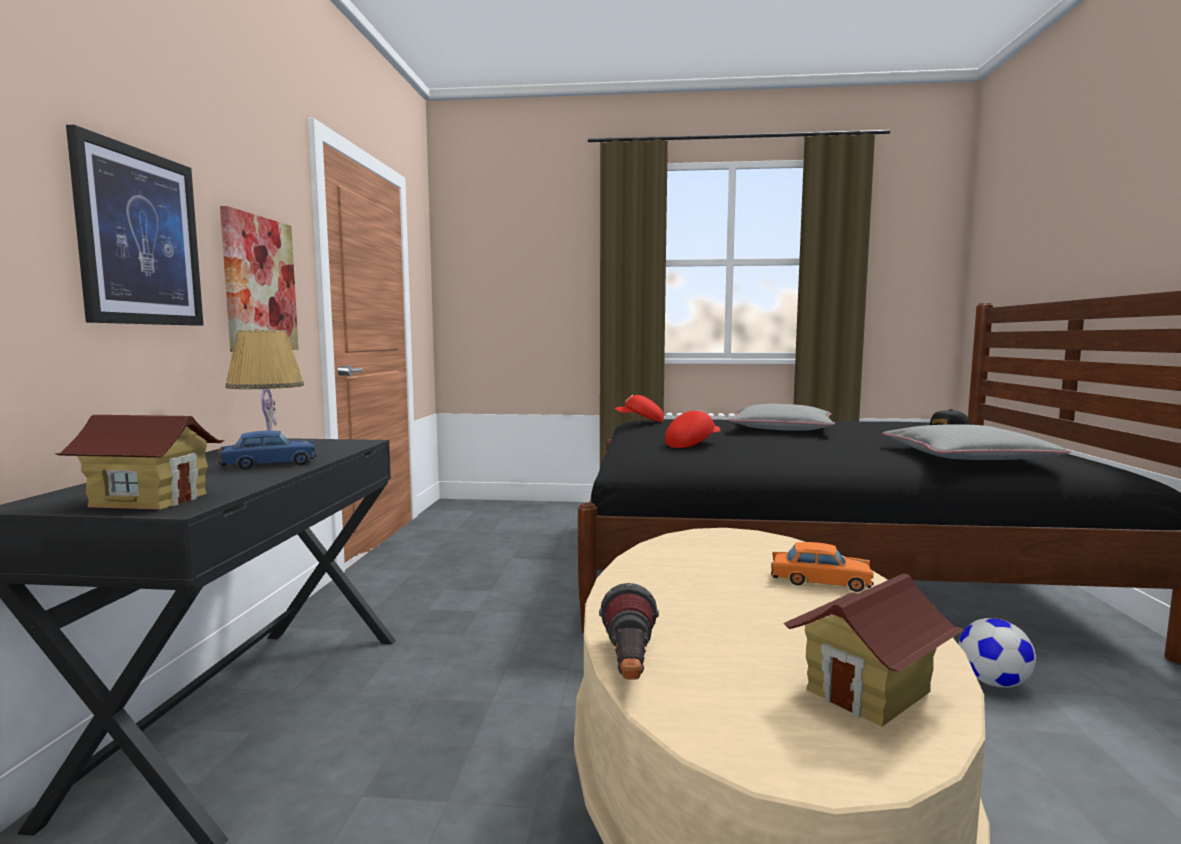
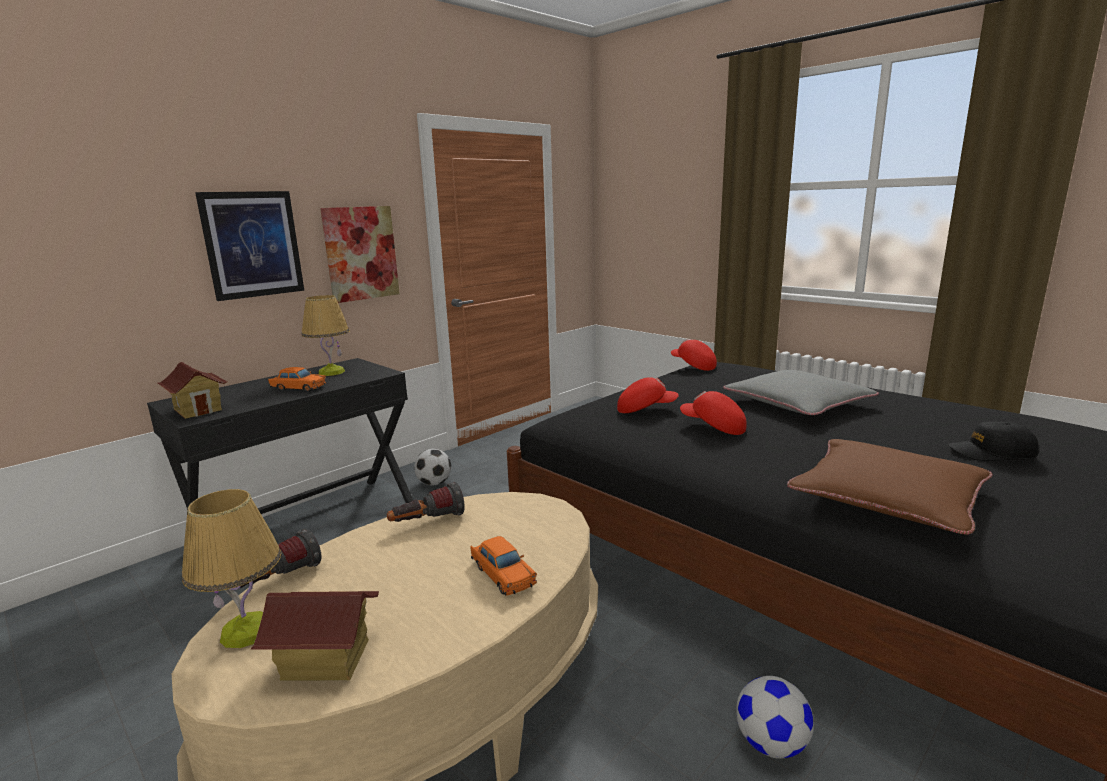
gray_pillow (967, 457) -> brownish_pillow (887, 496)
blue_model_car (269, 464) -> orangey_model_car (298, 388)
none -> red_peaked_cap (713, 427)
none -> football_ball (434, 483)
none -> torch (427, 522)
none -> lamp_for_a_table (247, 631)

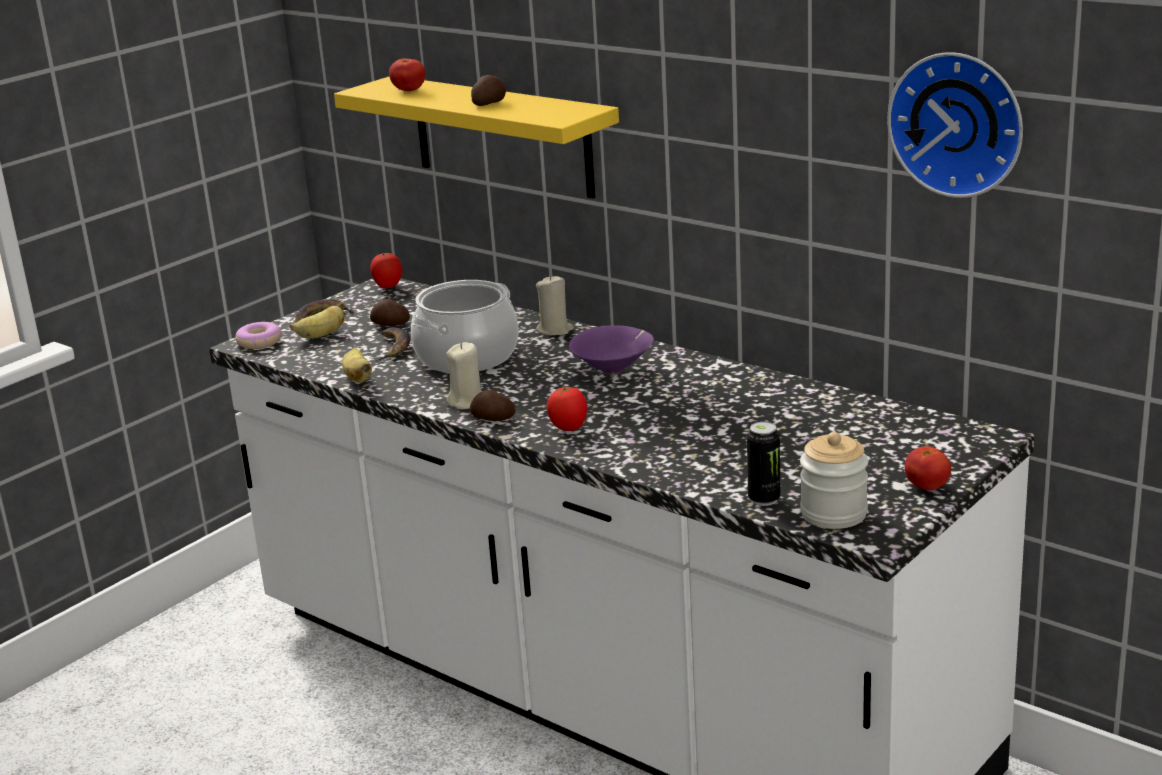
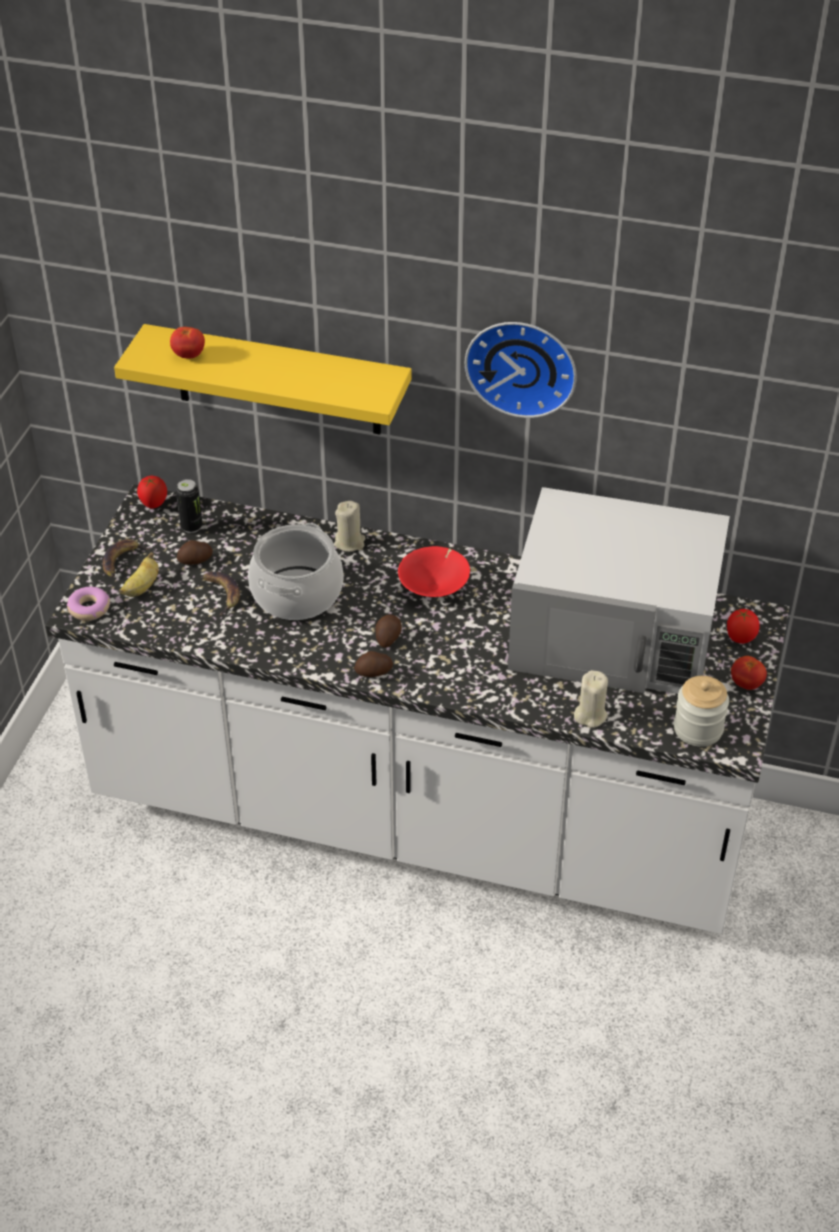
hanging_clock (959, 123) -> hanging_clock (522, 365), moved
whole_potato (488, 103) -> whole_potato (387, 637), moved
purplish_bowl (614, 370) -> red_bowl (435, 589)
sand-coloured_wax_candle (467, 402) -> sand-coloured_wax_candle (590, 715), moved
banana_fruit (358, 378) -> none
whole_tomato (569, 429) -> whole_tomato (740, 639), moved
sealed_can (764, 499) -> sealed_can (191, 527), moved
none -> whitish_kitchen_microwave (615, 632)

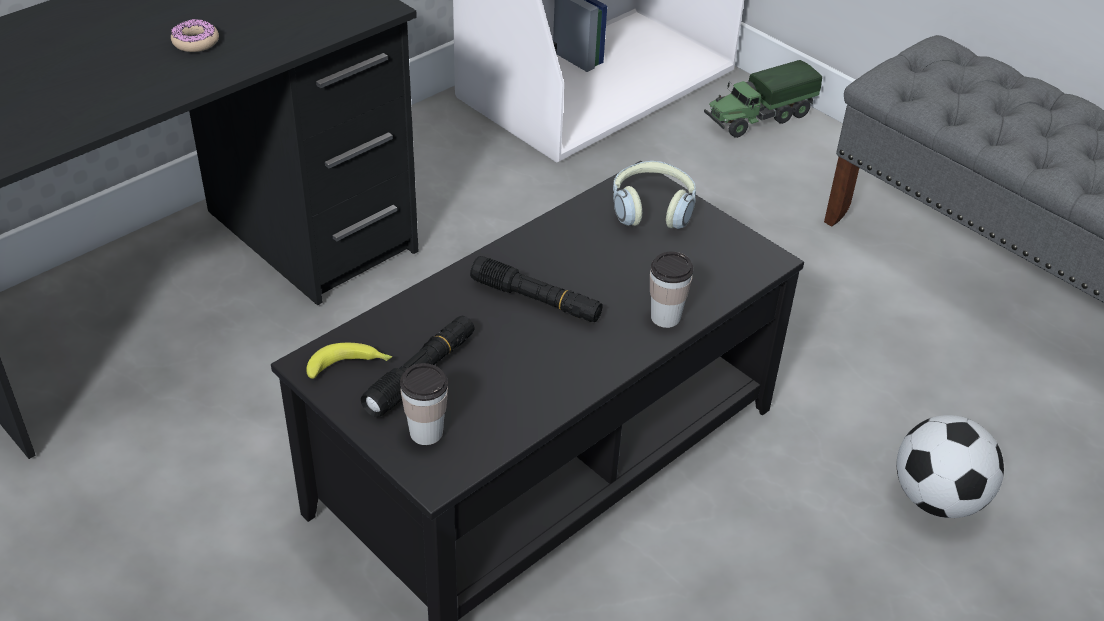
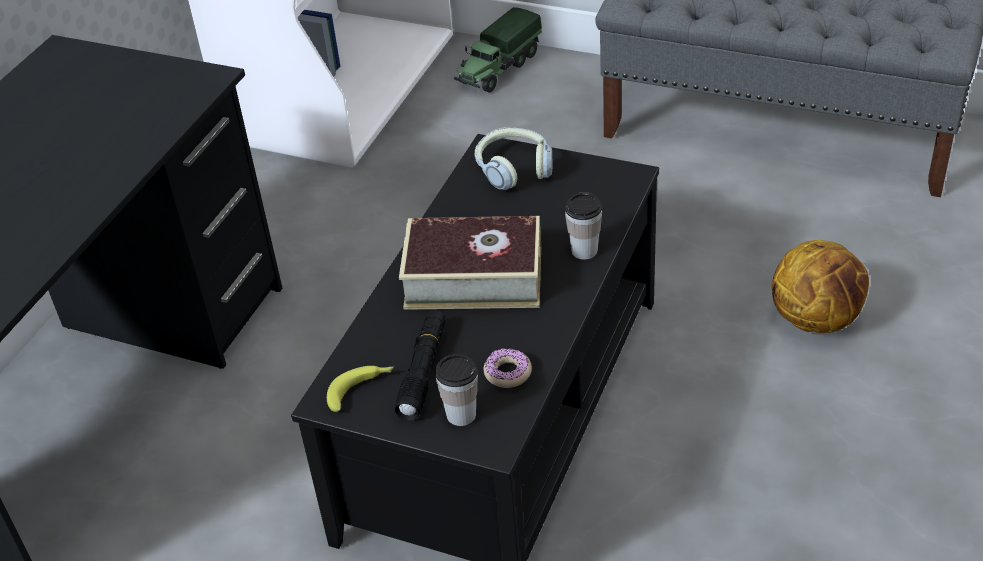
ring_doughnut (195, 42) -> ring_doughnut (508, 373), moved
black-coloured_torch (536, 300) -> volume (473, 277)
football_ball (937, 499) -> basketball (817, 319)

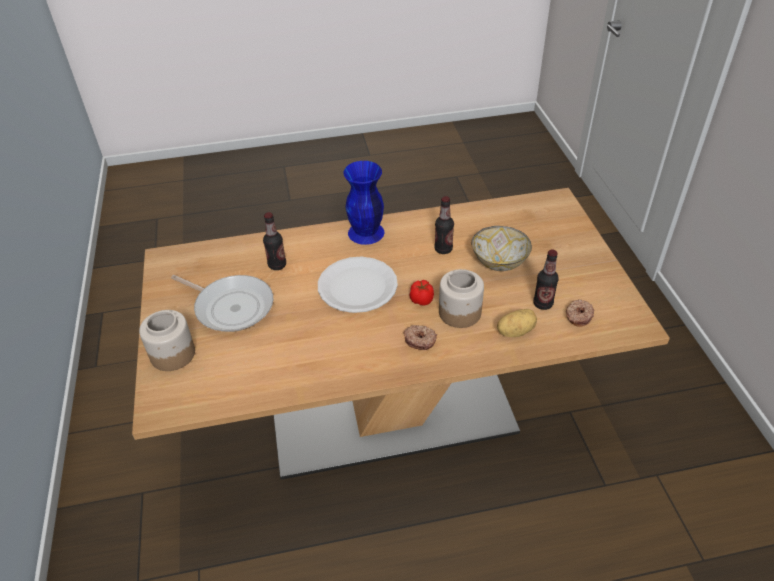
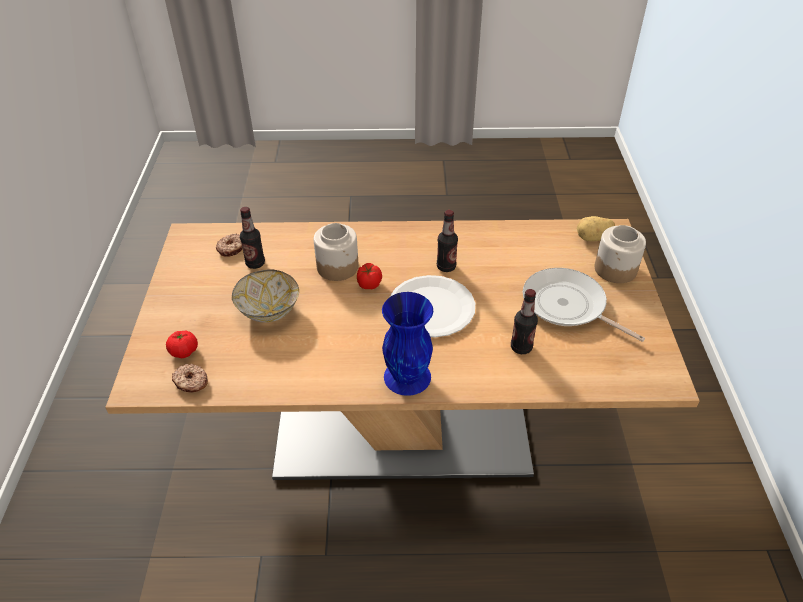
beverage_bottle (443, 249) -> beverage_bottle (446, 267), moved
whole_potato (515, 331) -> whole_potato (593, 238), moved
ring_doughnut (420, 340) -> ring_doughnut (191, 382), moved
none -> whole_tomato (184, 351)

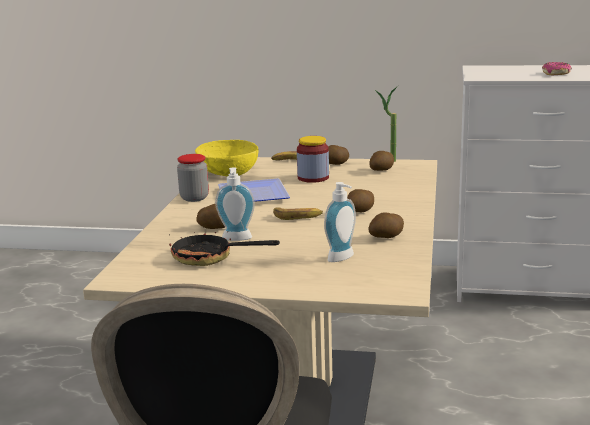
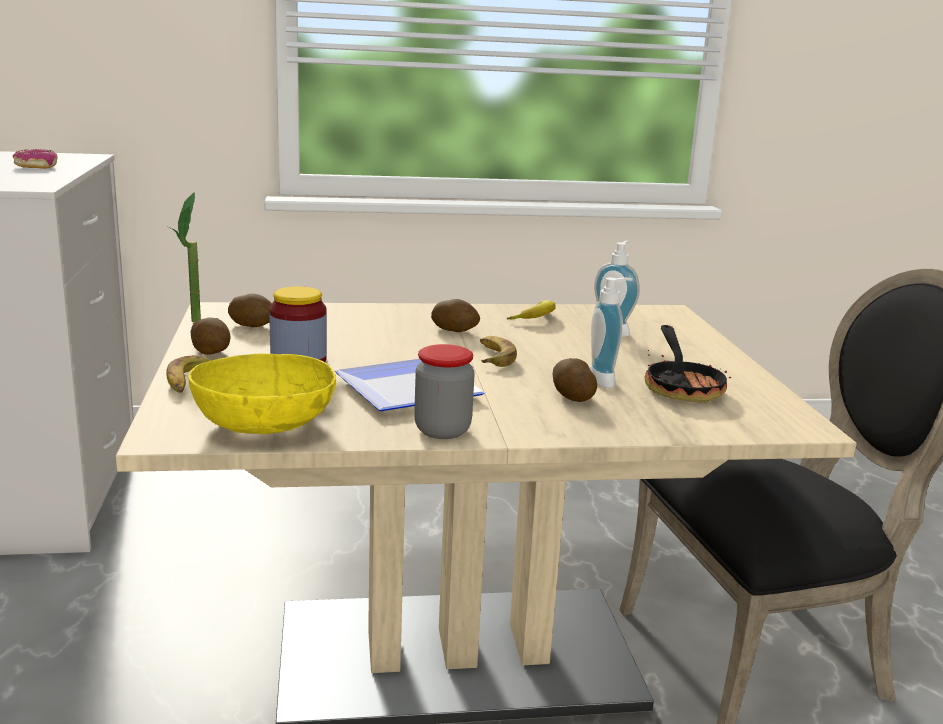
whole_potato (386, 237) -> banana_fruit (535, 318)

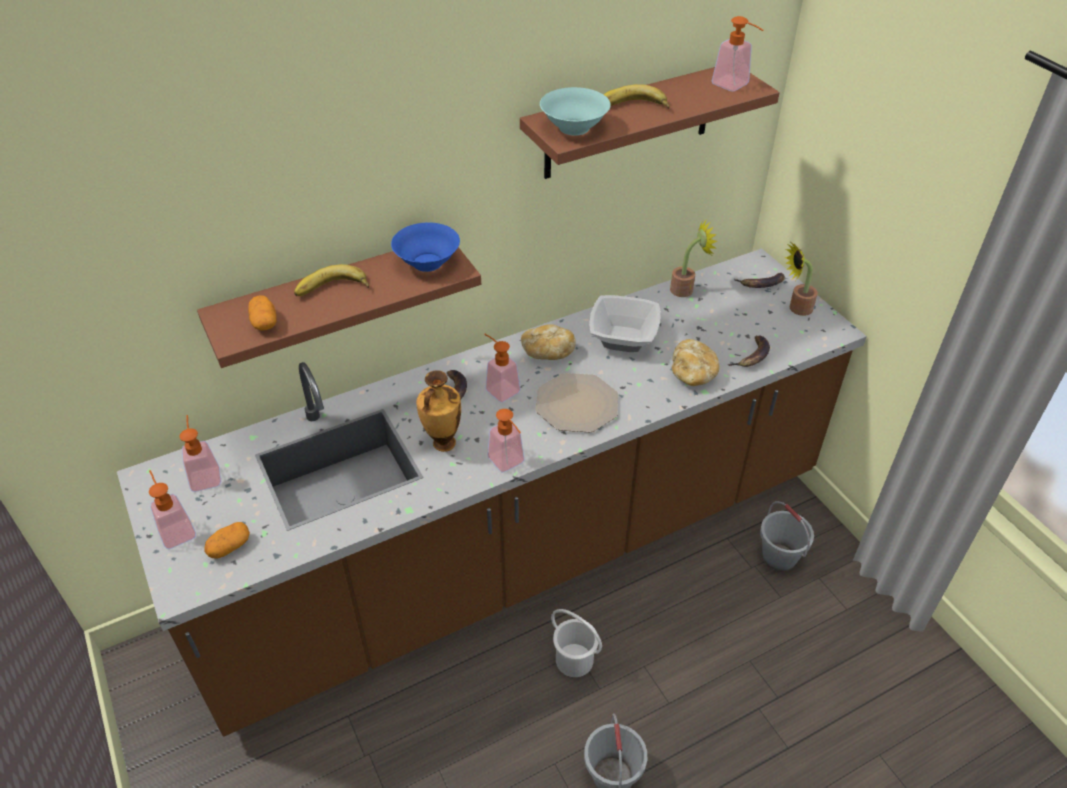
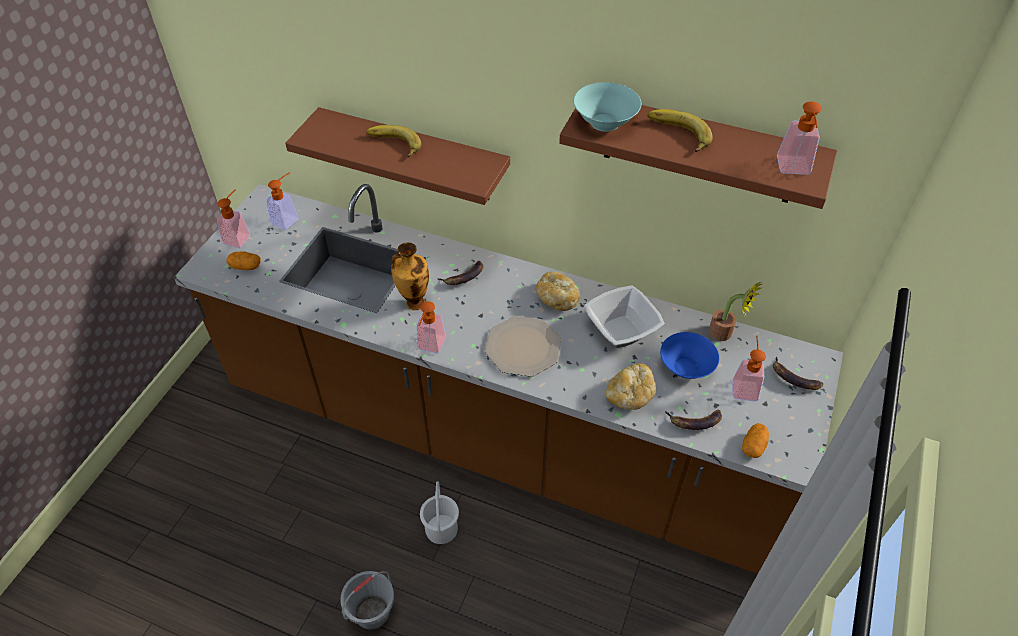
blue_bowl (427, 262) -> blue_bowl (686, 367), moved
potted_plant (796, 308) -> none
whole_potato (264, 322) -> whole_potato (753, 446), moved
liquid_soap_bottle (499, 388) -> liquid_soap_bottle (744, 386), moved
gray_bucket (779, 557) -> none

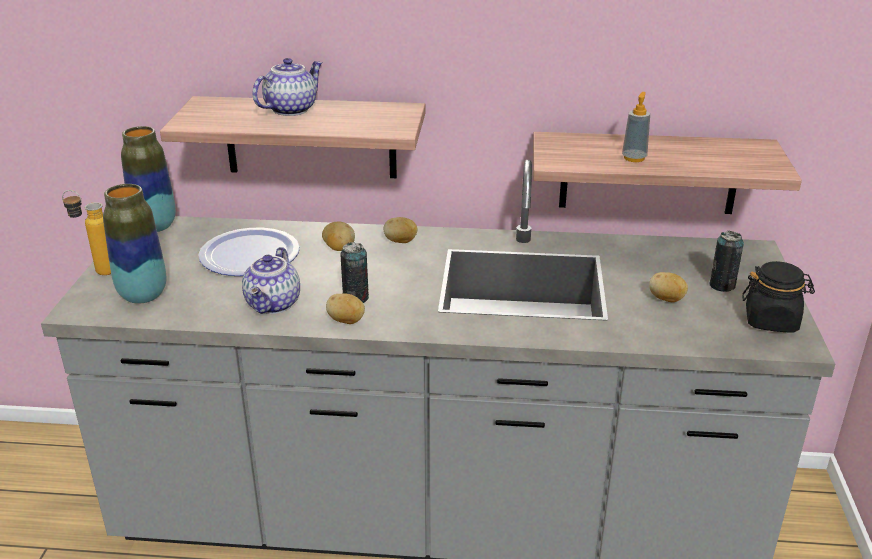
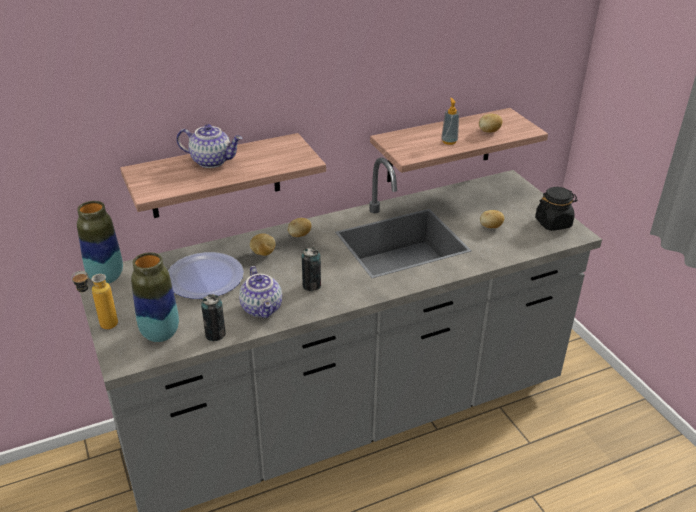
pot_for_tea (290, 109) -> pot_for_tea (212, 161), 90 degrees clockwise
sealed_can (722, 285) -> sealed_can (215, 334), moved
whole_potato (346, 321) -> whole_potato (489, 131), moved

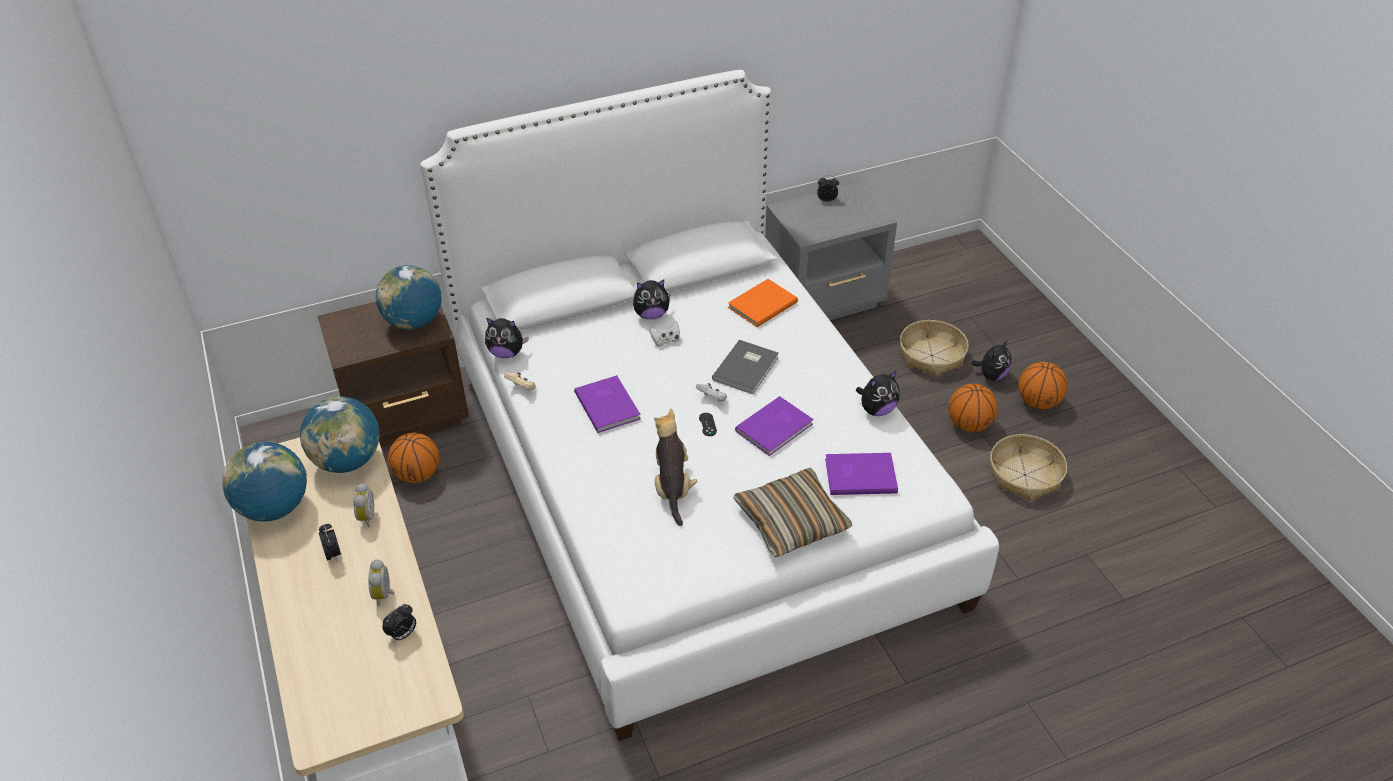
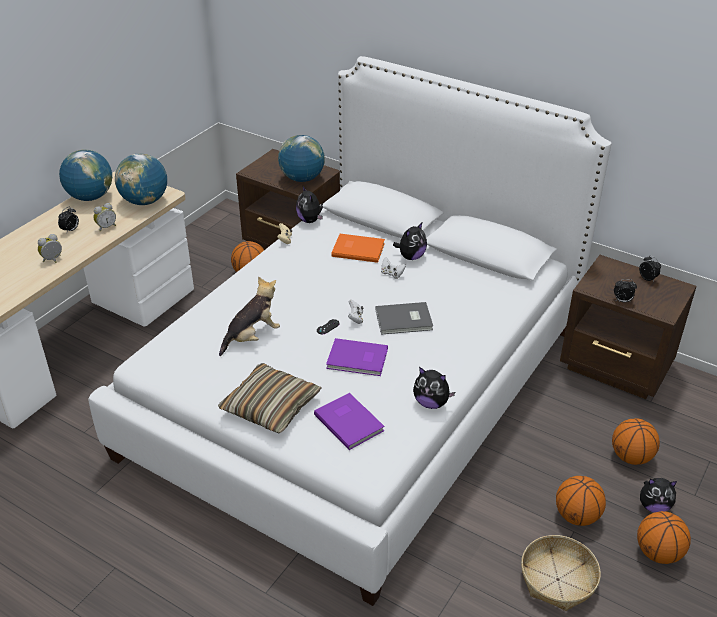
gray_night_table (826, 300) -> brownish_night_table (617, 368)
soft_toy (651, 315) -> soft_toy (411, 257), 90 degrees counterclockwise
orangey_volume (760, 304) -> orangey_volume (357, 249), moved
household_basket (932, 355) -> basketball (631, 457)
purplish_volume (608, 404) -> none
table_clock (402, 634) -> table_clock (622, 301), moved

